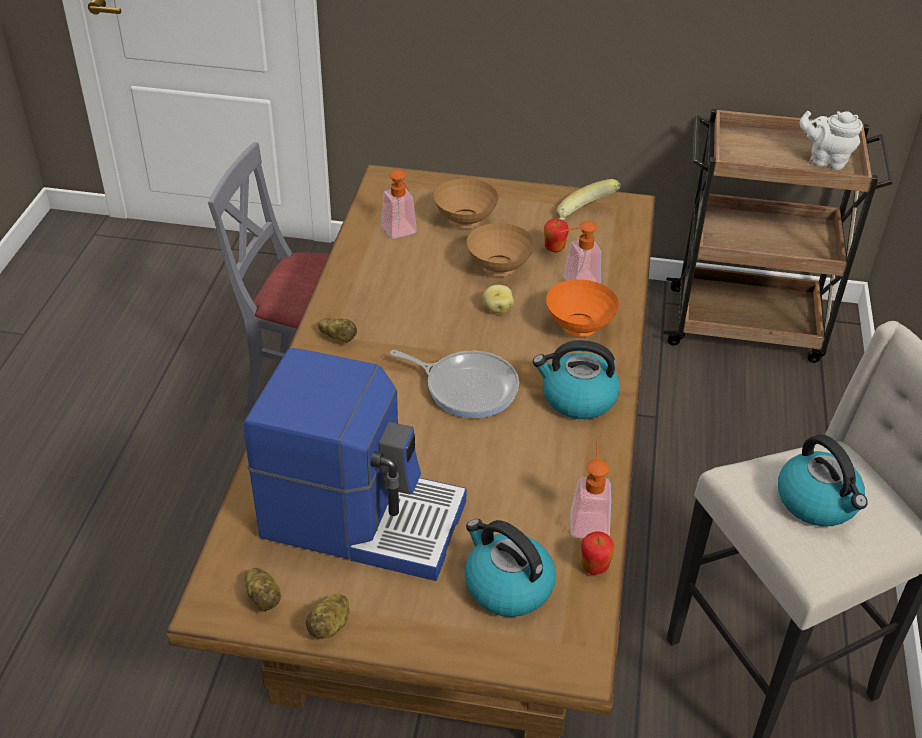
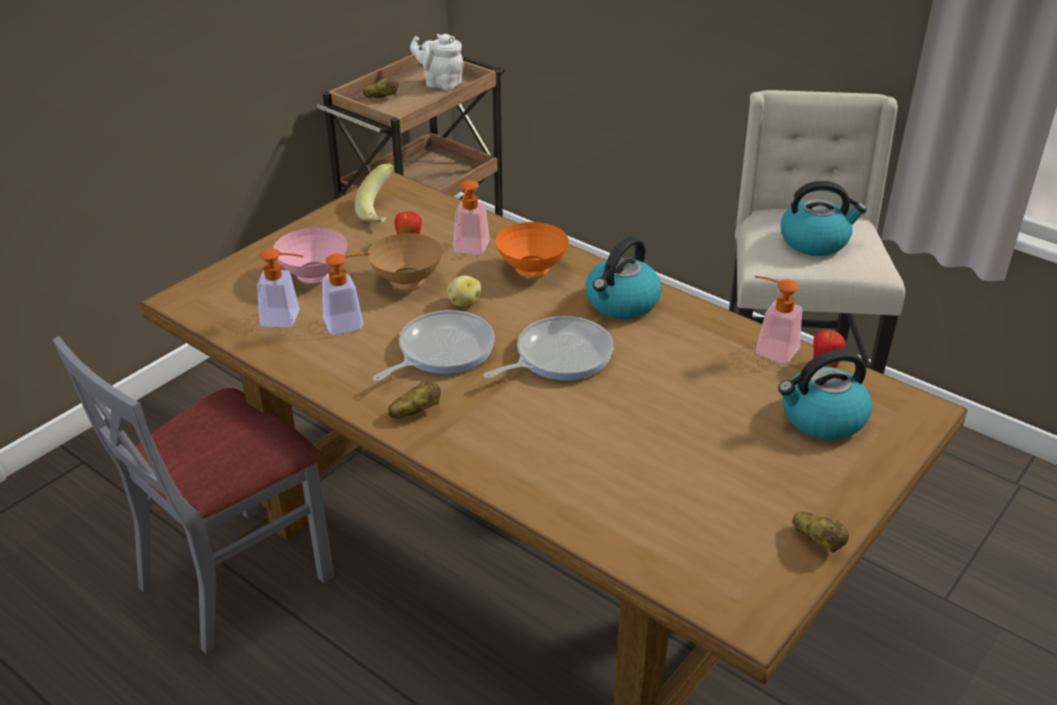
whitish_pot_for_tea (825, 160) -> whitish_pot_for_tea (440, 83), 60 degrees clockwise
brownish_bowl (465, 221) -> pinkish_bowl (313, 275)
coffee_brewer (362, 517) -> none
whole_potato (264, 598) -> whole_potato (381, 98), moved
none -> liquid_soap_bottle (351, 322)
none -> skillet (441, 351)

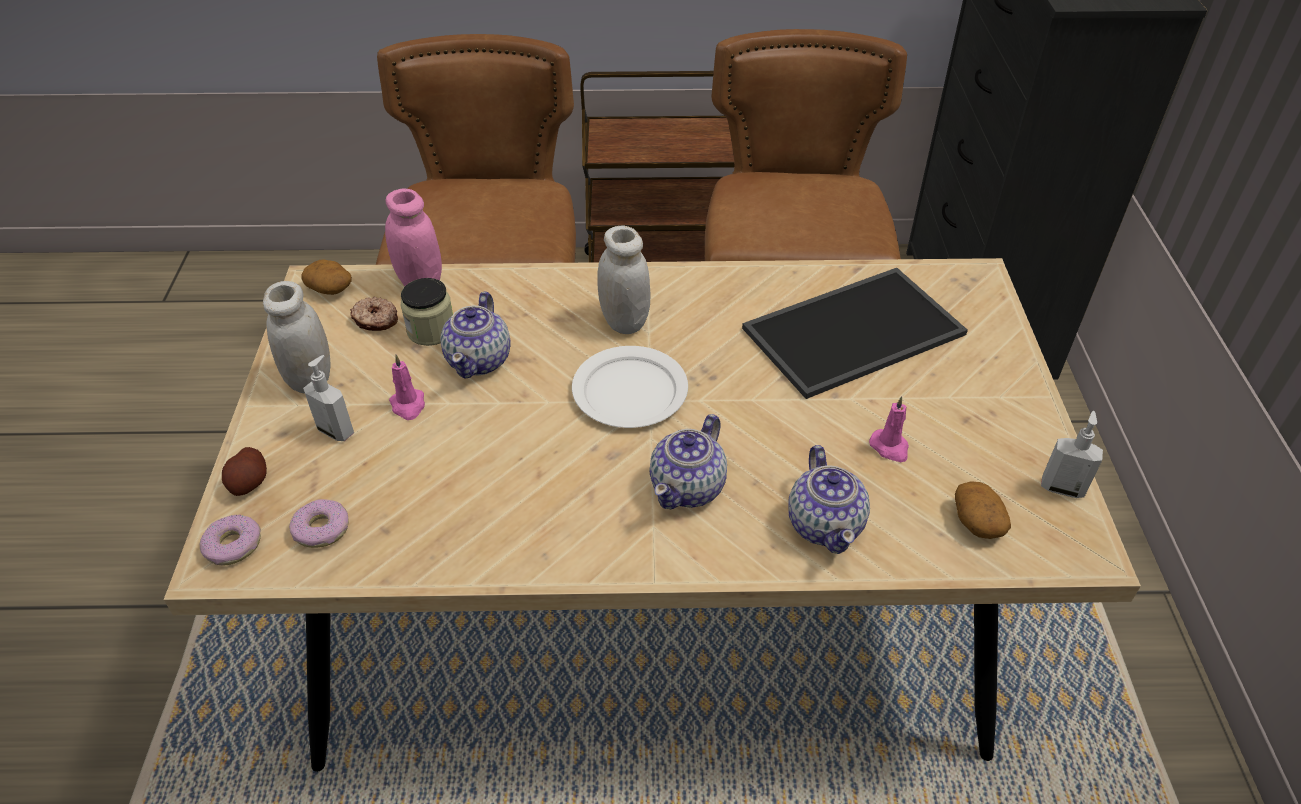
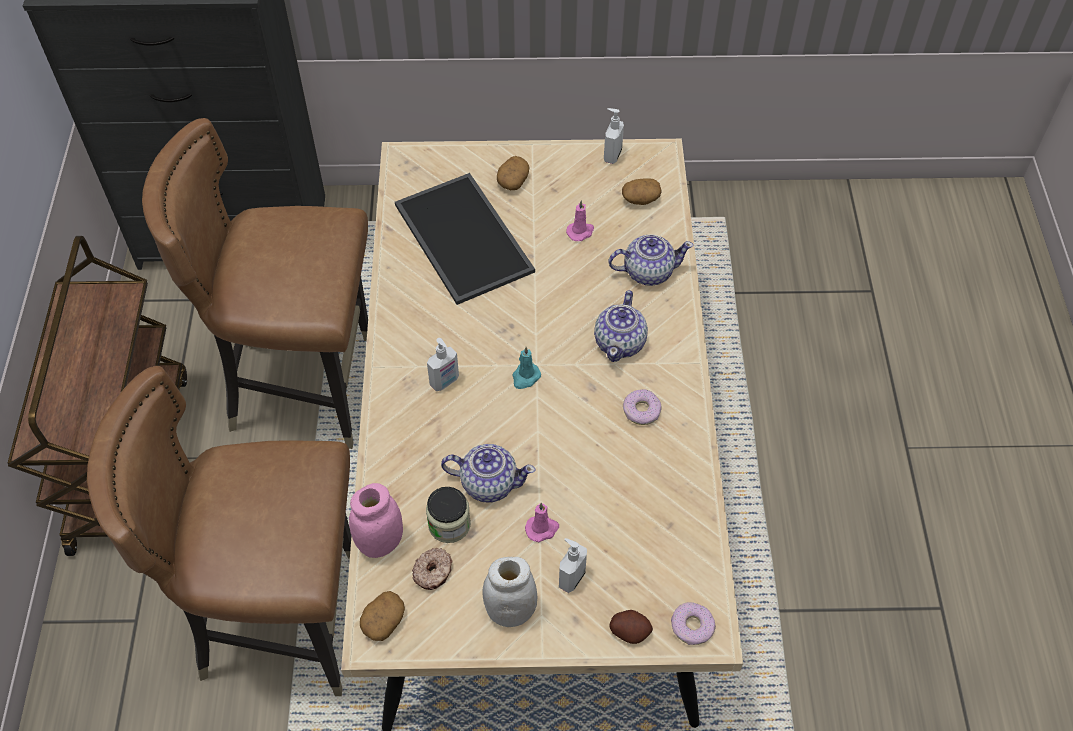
whitish_jar (624, 322) -> liquid_soap_bottle (445, 382)
whitish_dinner_plate (629, 390) -> turquoise-coloured_wax_candle (525, 377)
pot_for_tea (688, 487) -> pot_for_tea (620, 342), 75 degrees clockwise
ring_doughnut (321, 529) -> ring_doughnut (641, 411), moved
none -> whole_potato (513, 180)

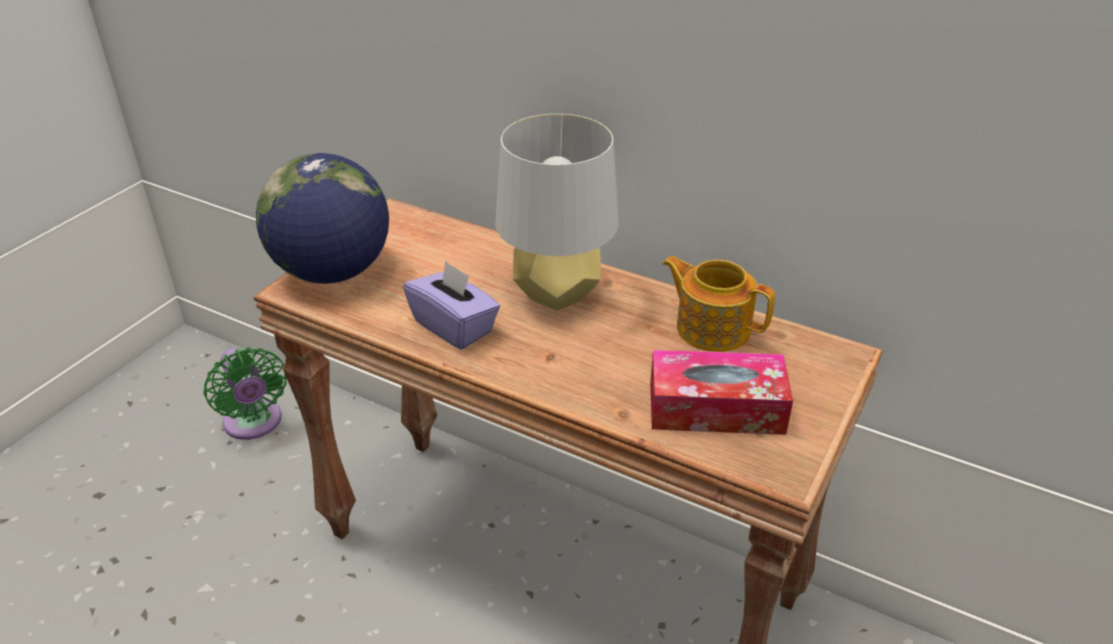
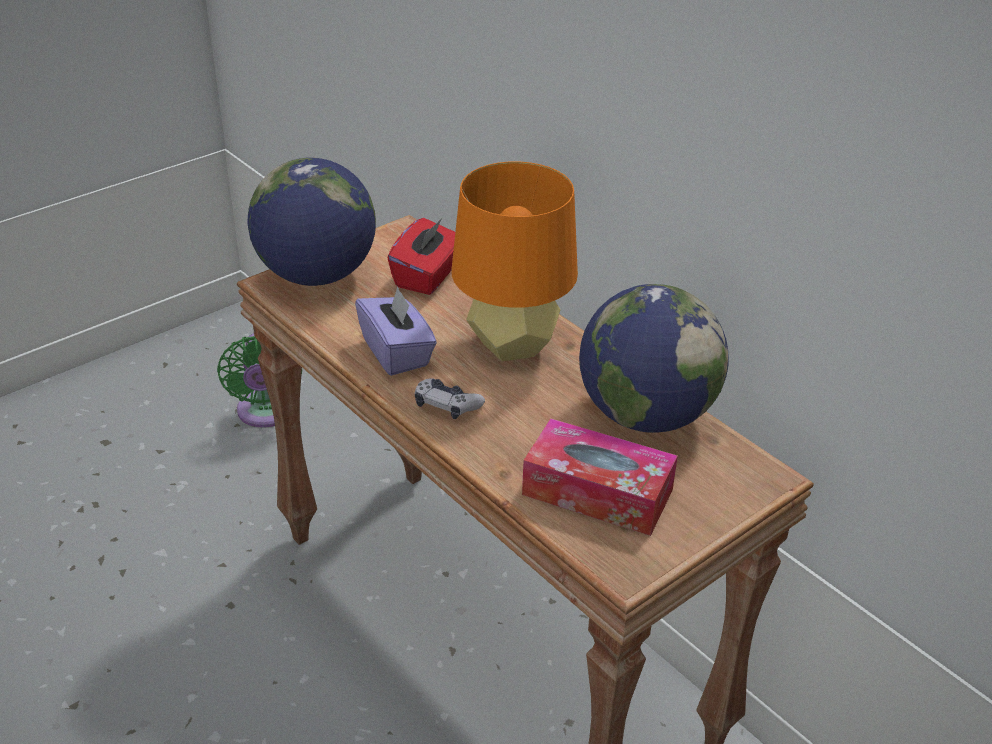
gray_lamp_for_a_table (557, 294) -> orangey_lamp_for_a_table (512, 345)
pot_for_tea (712, 327) -> desk_globe (646, 415)
none -> red_tissue_box (427, 276)
none -> joypad (447, 405)

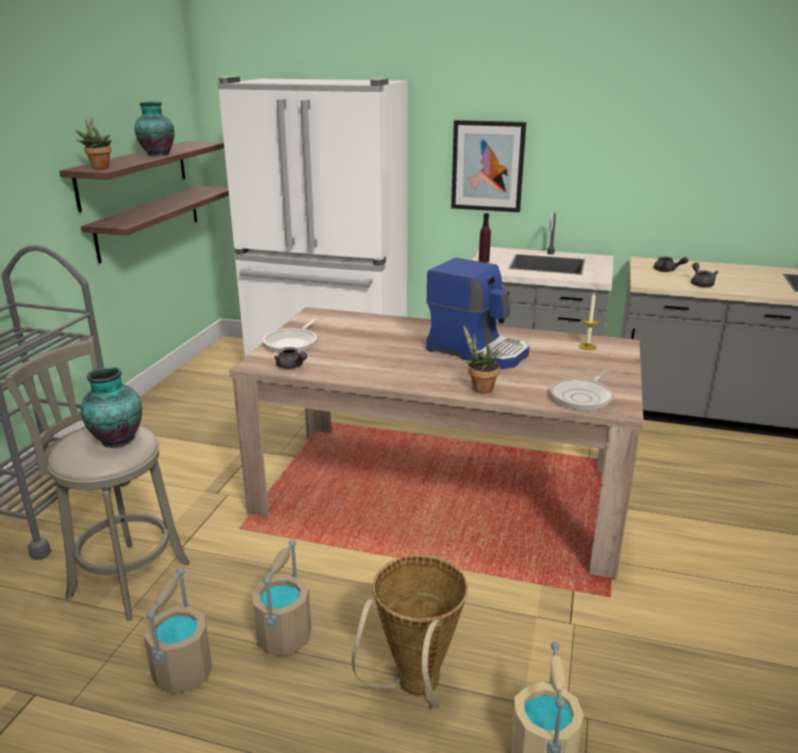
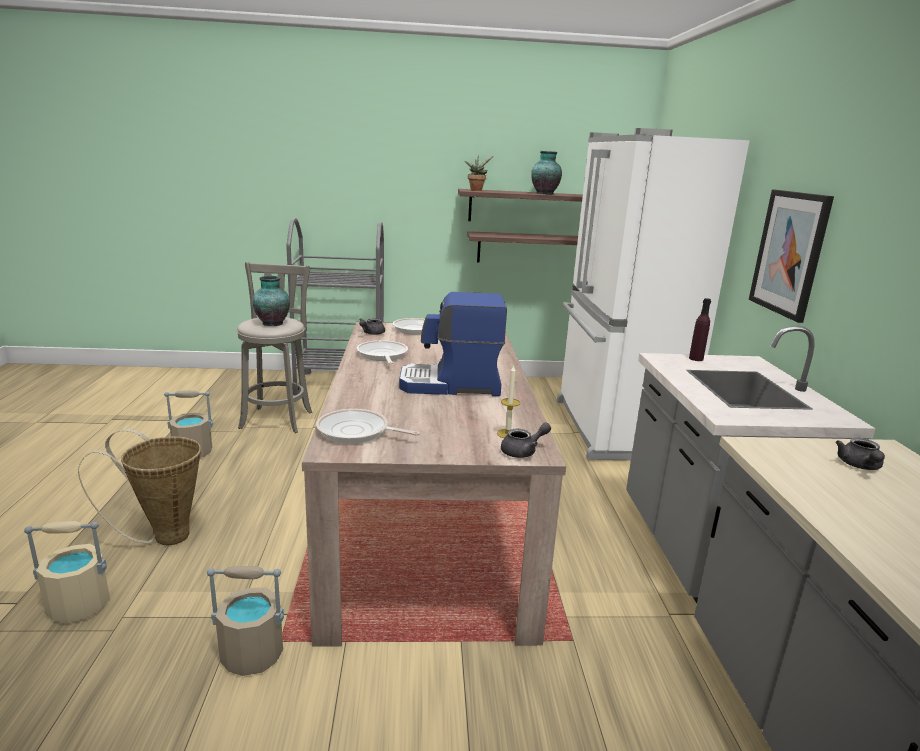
coffee_brewer (478, 350) -> coffee_brewer (451, 385), 75 degrees clockwise
gray_pot_for_tea (701, 283) -> gray_pot_for_tea (523, 452), moved
potted_plant (479, 388) -> none
sand-coloured_bucket (283, 637) -> sand-coloured_bucket (251, 654), moved
none -> skillet (382, 355)

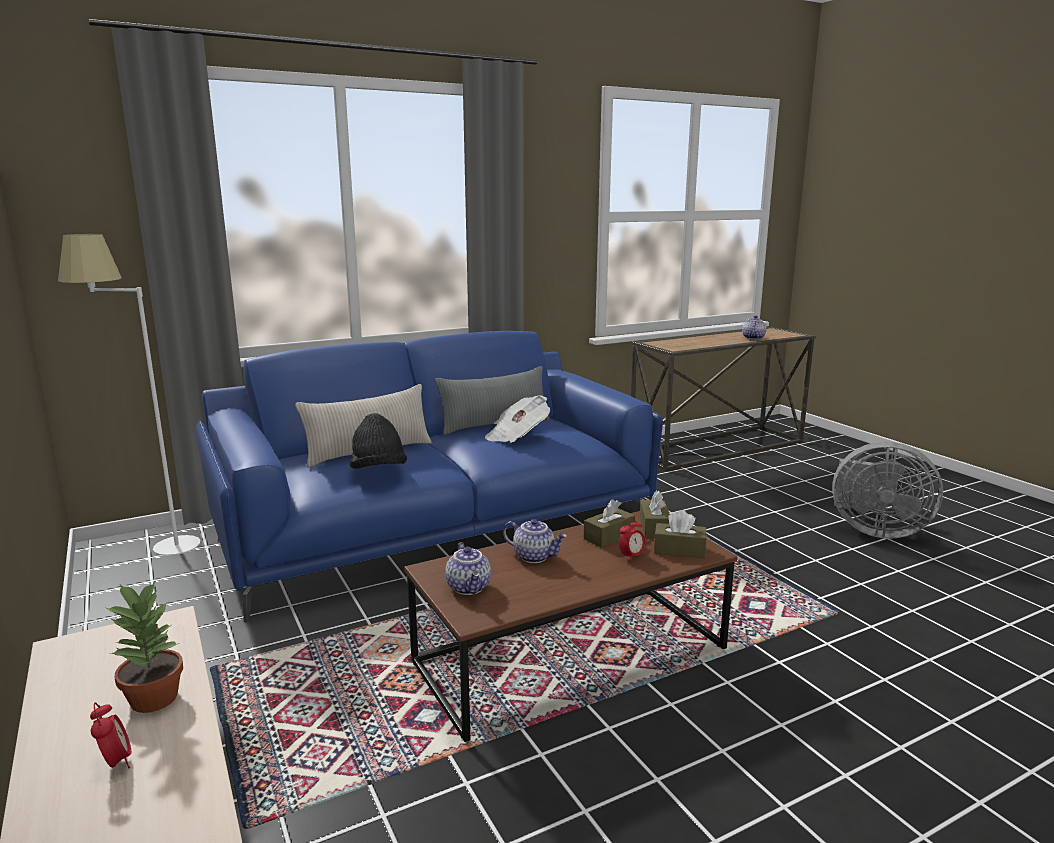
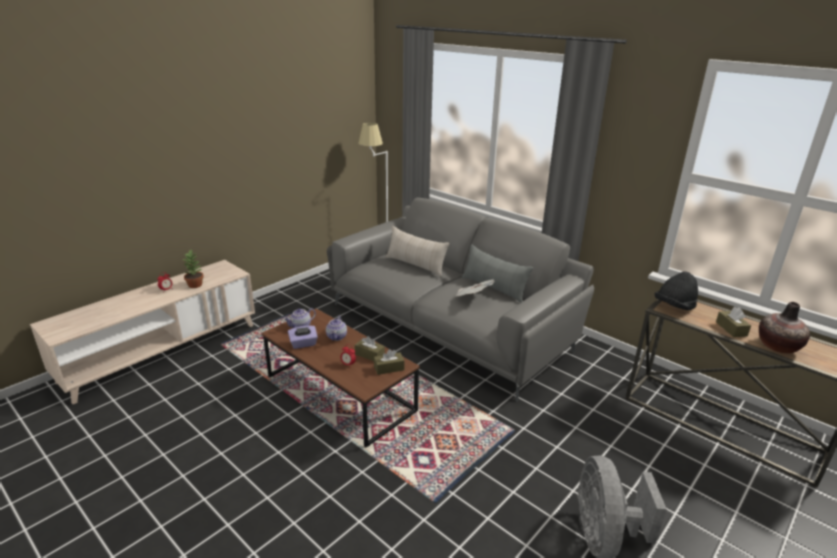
pot_for_tea (752, 338) -> vase (777, 346)
blue_couch (437, 527) -> gray_couch (450, 325)
black-coloured_wearable_hat (378, 470) -> black-coloured_wearable_hat (674, 306), moved
brownish_tissue_box (679, 550) -> brownish_tissue_box (731, 329), moved
none -> purplish_tissue_box (303, 344)

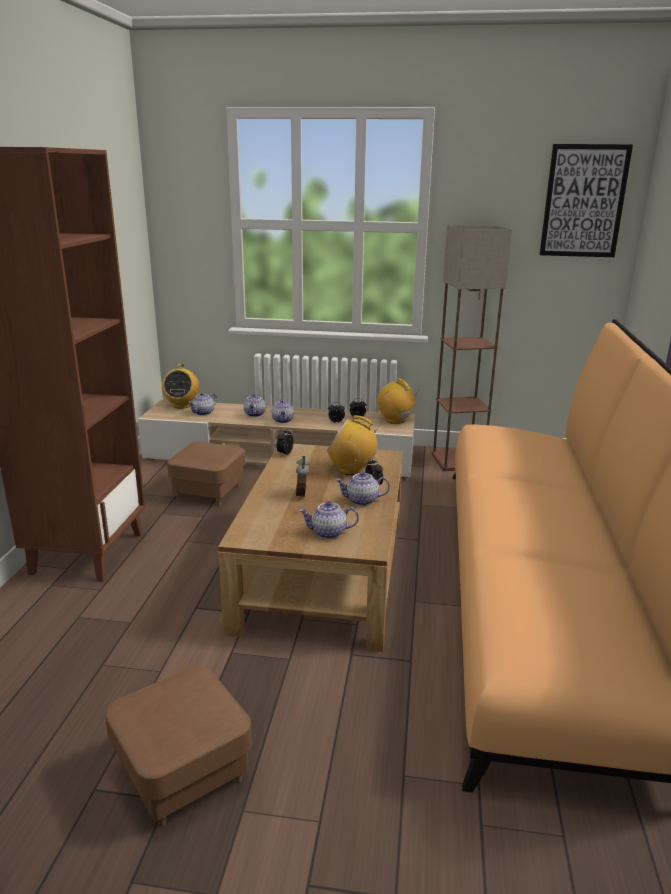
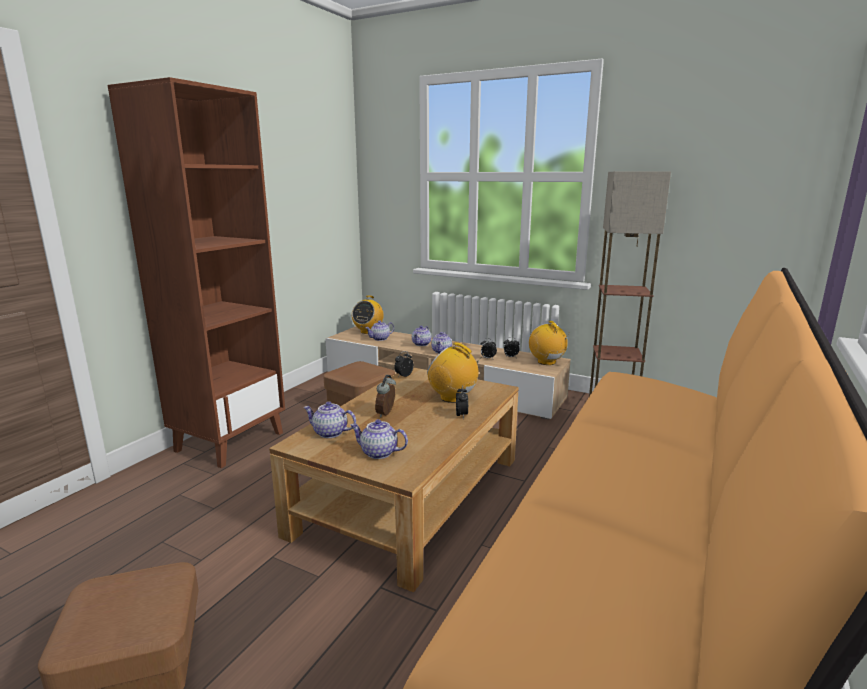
wall_picture (584, 201) -> none
pot_for_tea (361, 501) -> pot_for_tea (329, 433), moved

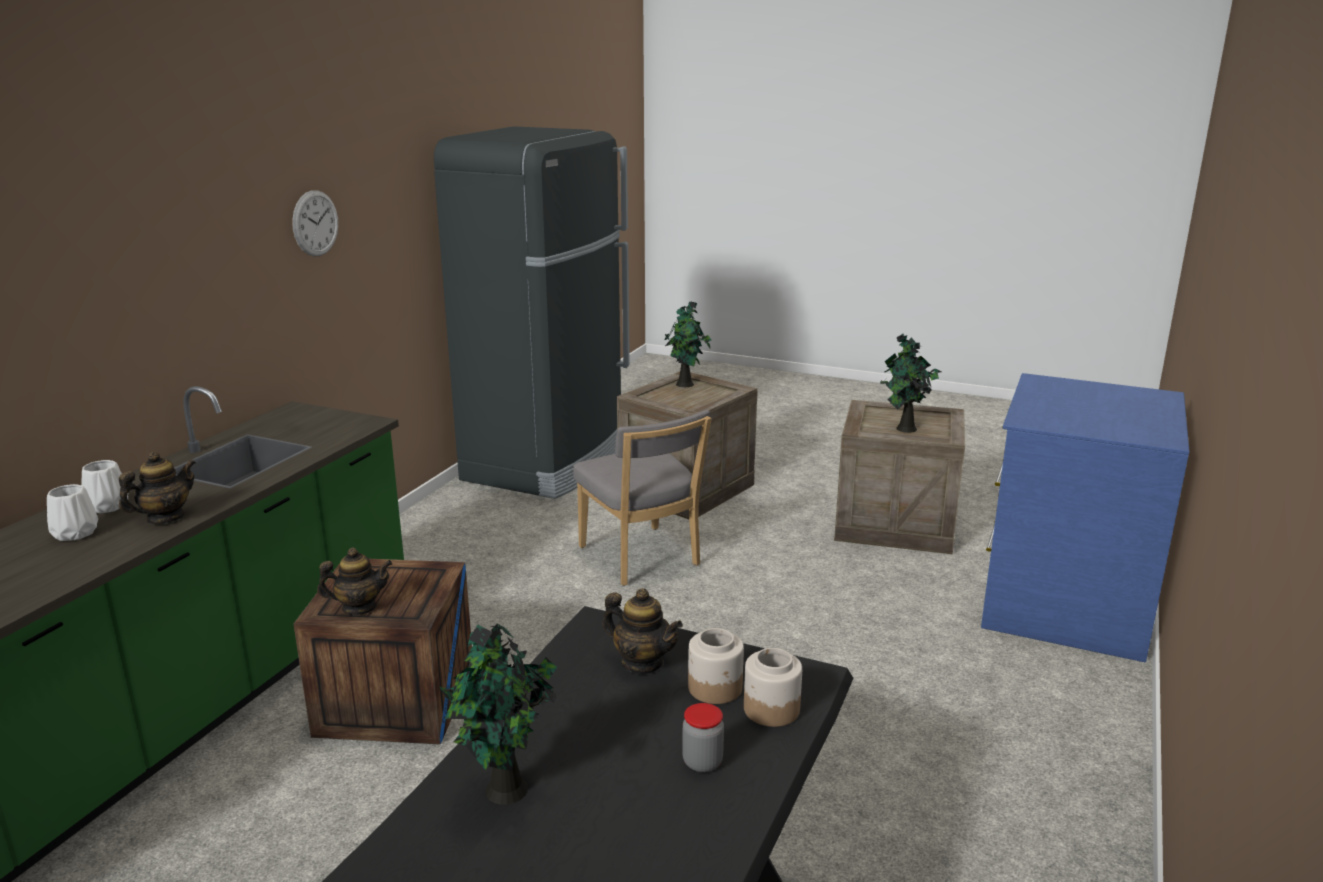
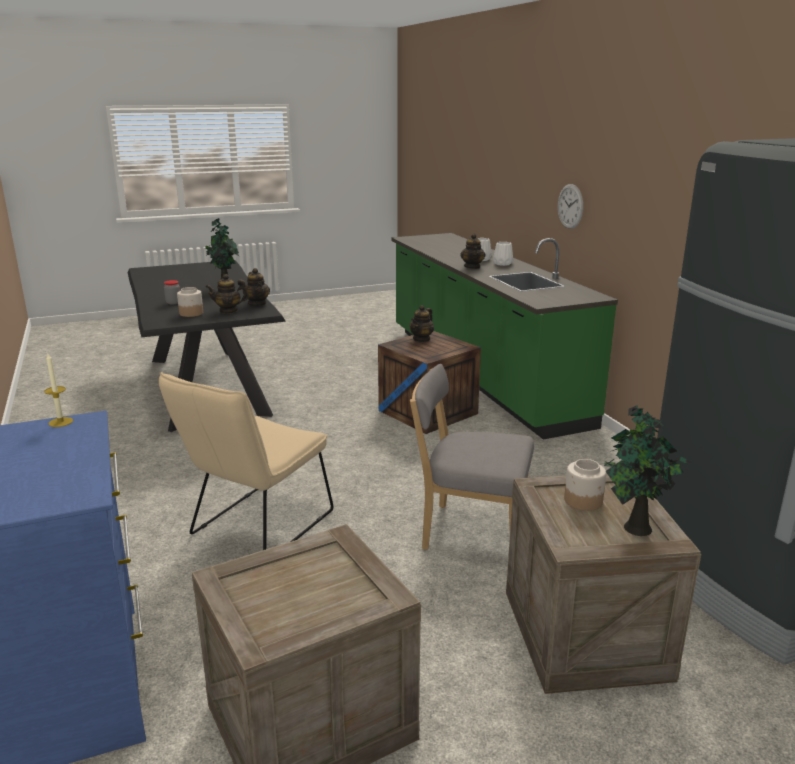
hanging_clock (315, 223) -> hanging_clock (570, 206), moved
potted_plant (904, 429) -> none
jar (771, 709) -> jar (583, 501), moved
none -> pot_for_tea (257, 304)
none -> wax_candle (61, 422)
none -> sand-coloured_chair (256, 527)

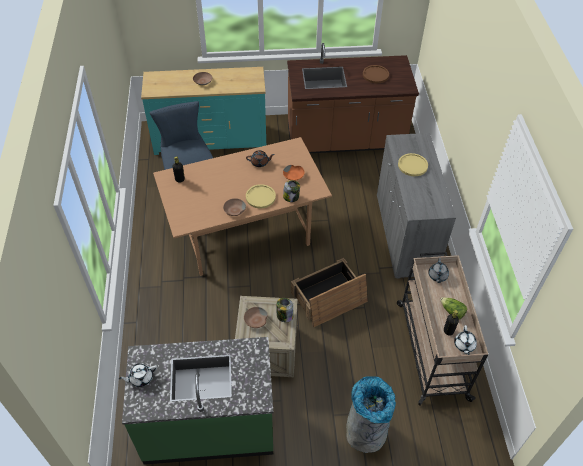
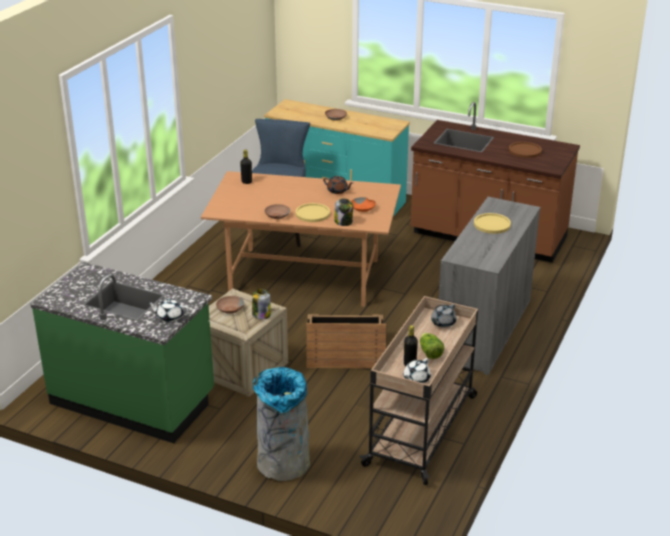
whitish_pot_for_tea (140, 378) -> whitish_pot_for_tea (169, 317), moved

